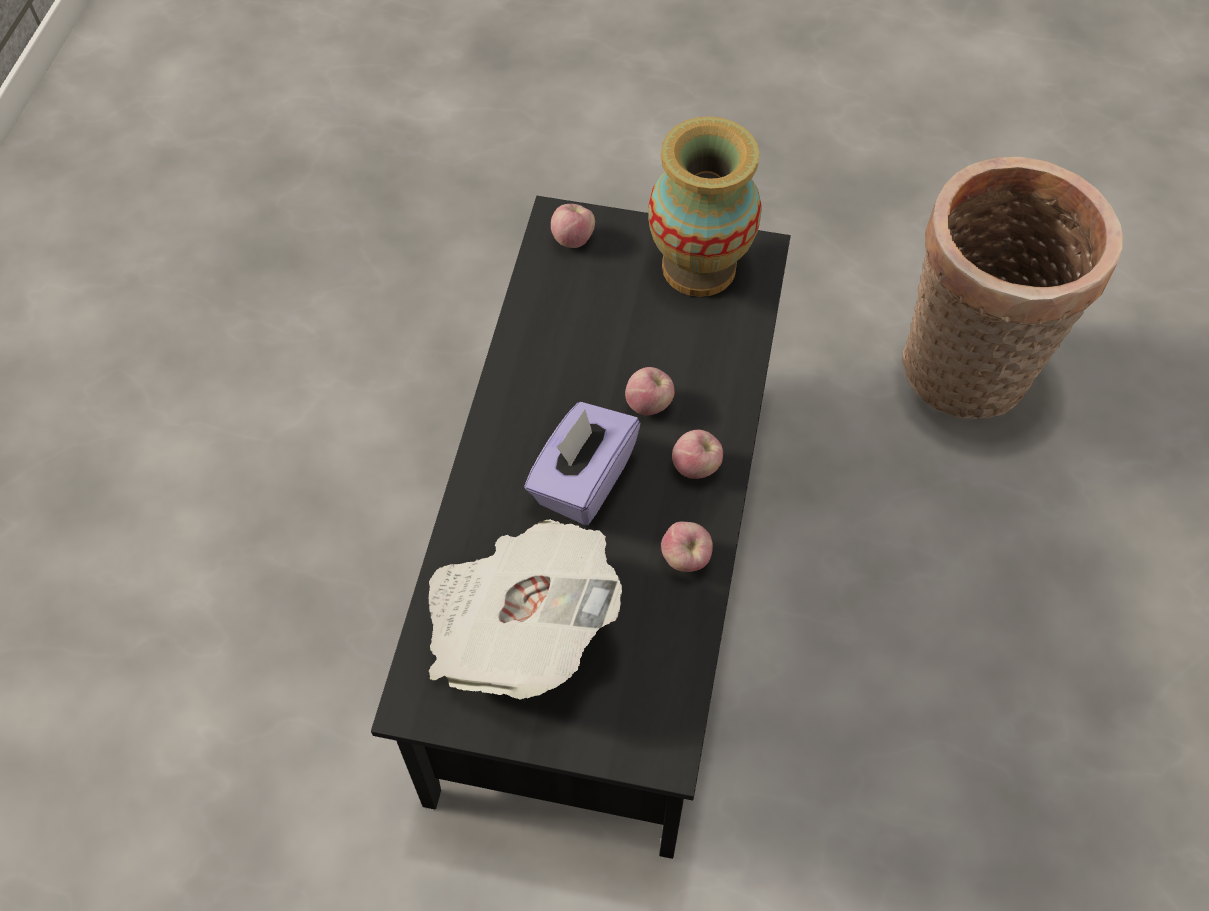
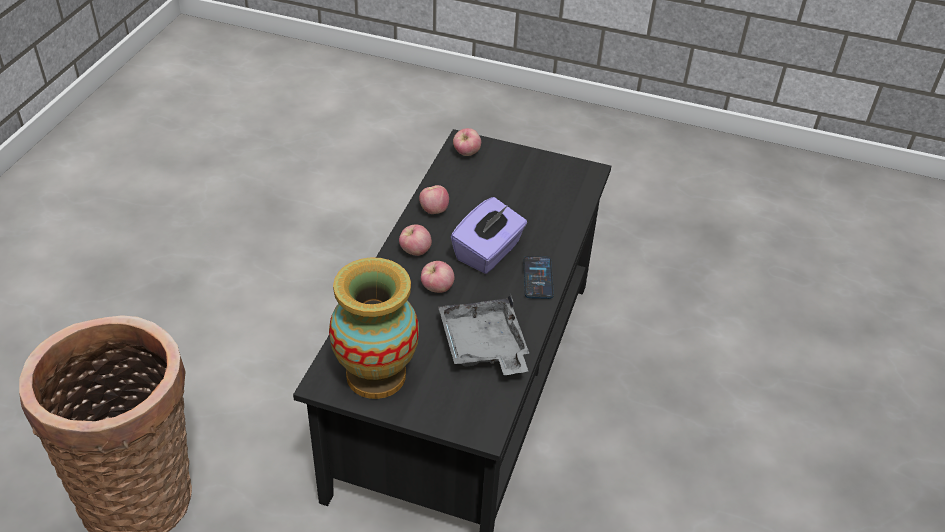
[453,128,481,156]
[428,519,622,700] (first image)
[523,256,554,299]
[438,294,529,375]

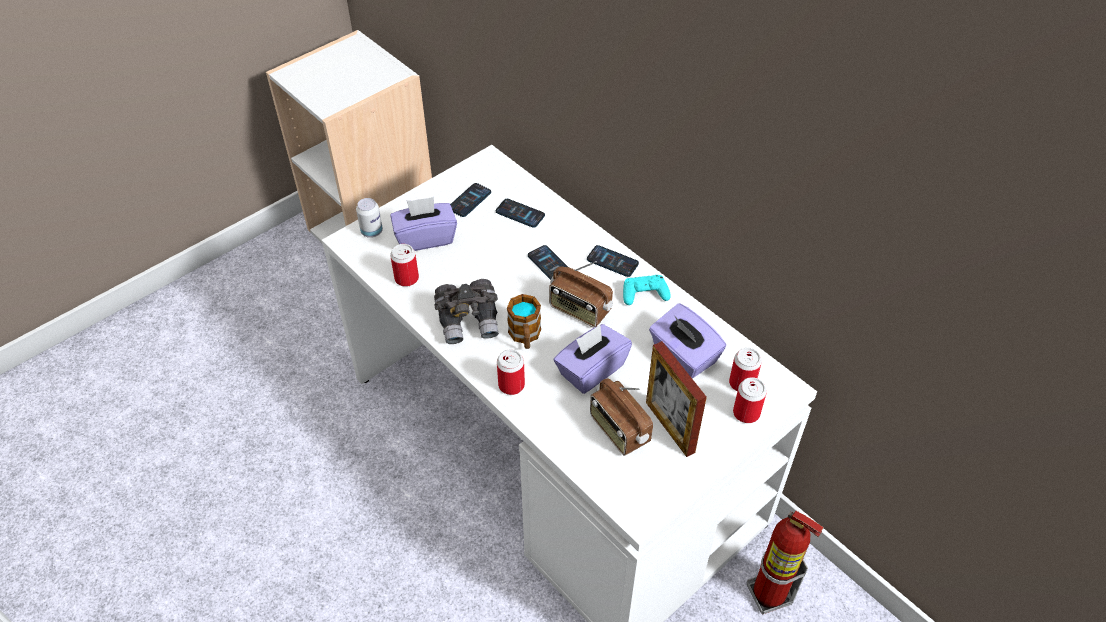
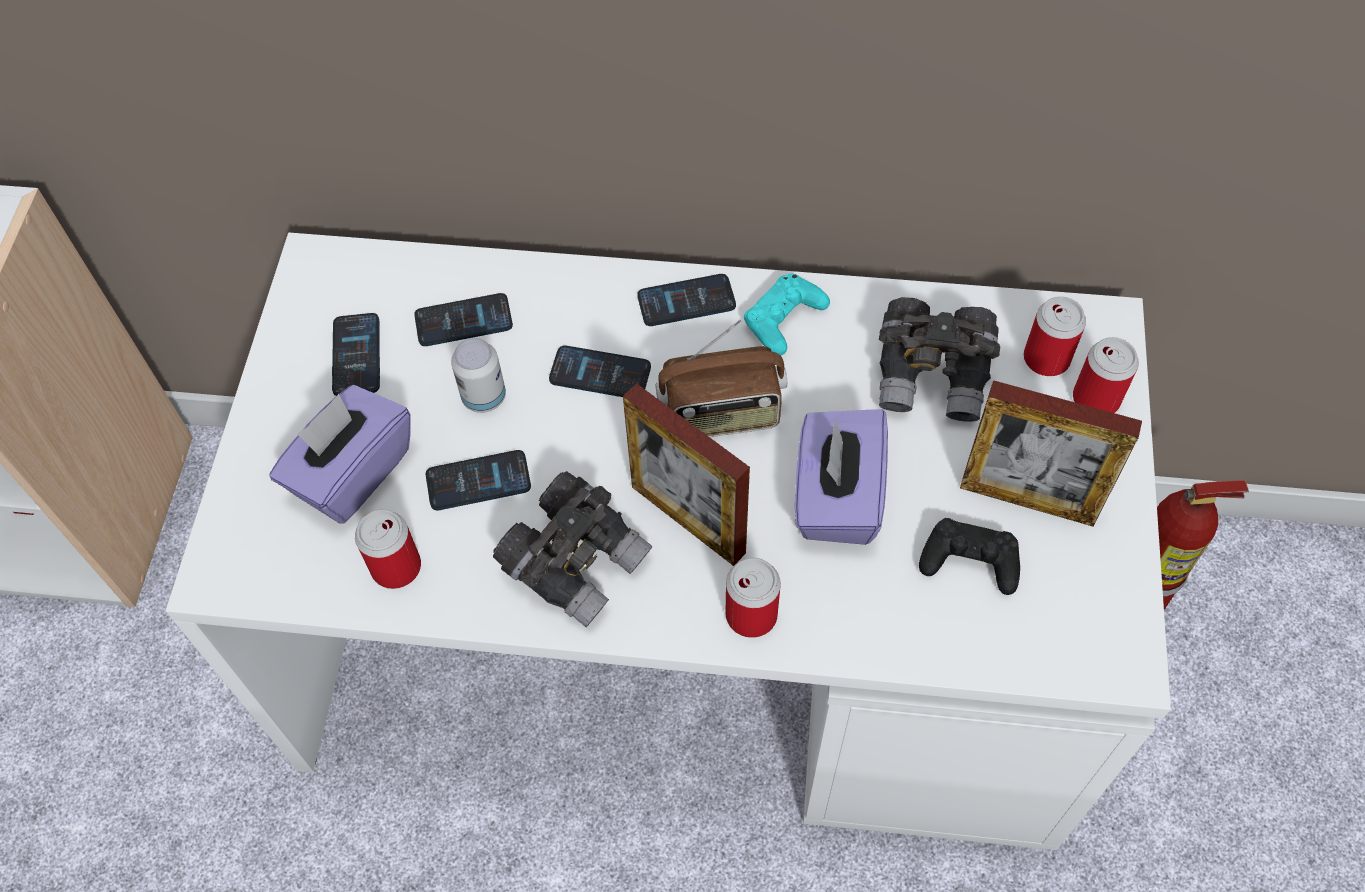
[451,338,506,413]
[623,383,750,566]
[879,297,1000,422]
[919,518,1020,595]
[426,450,531,510]

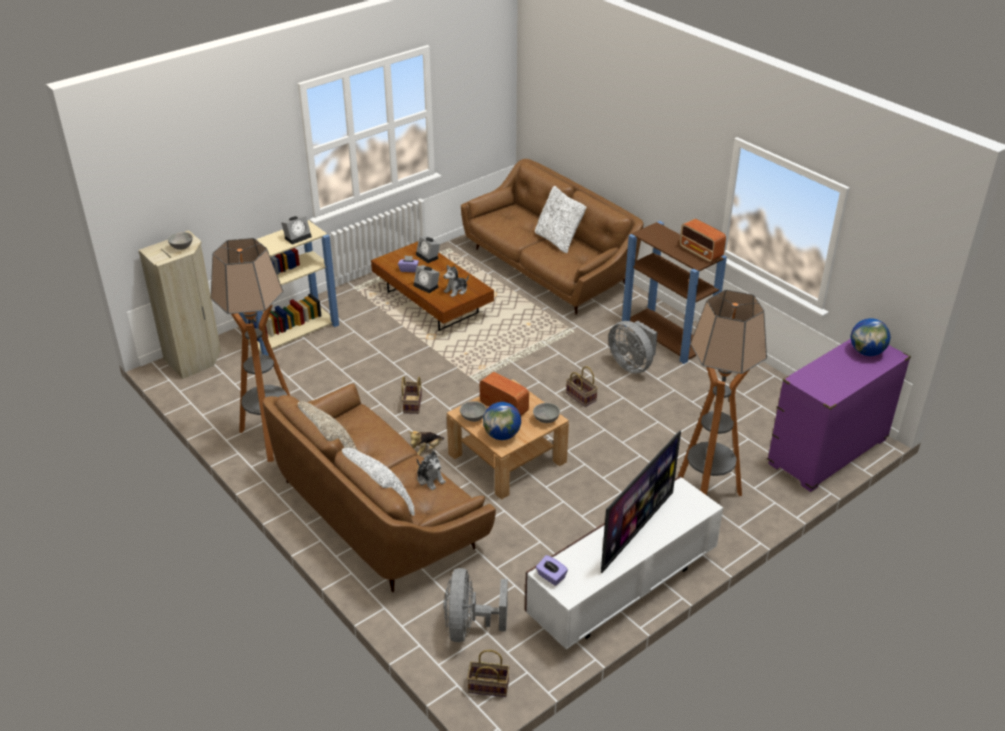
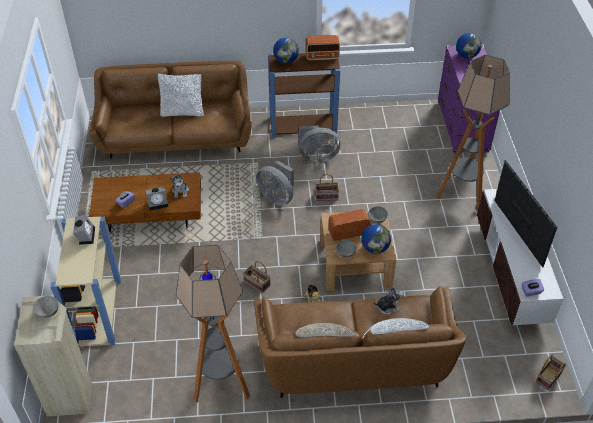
[416,236,440,263] (first image)
[256,160,294,205]
[273,38,299,64]

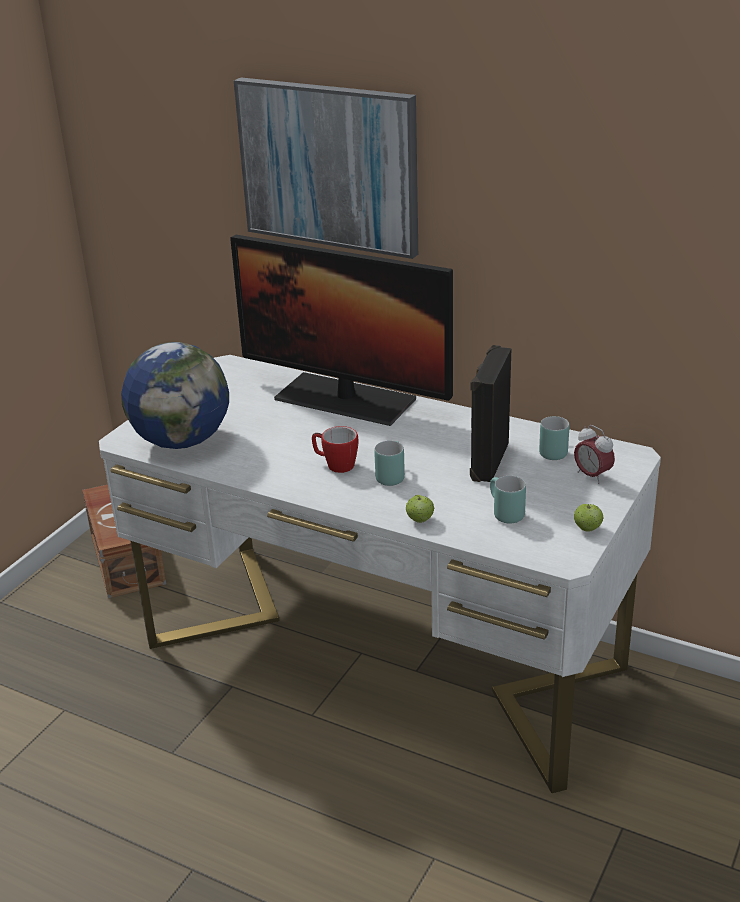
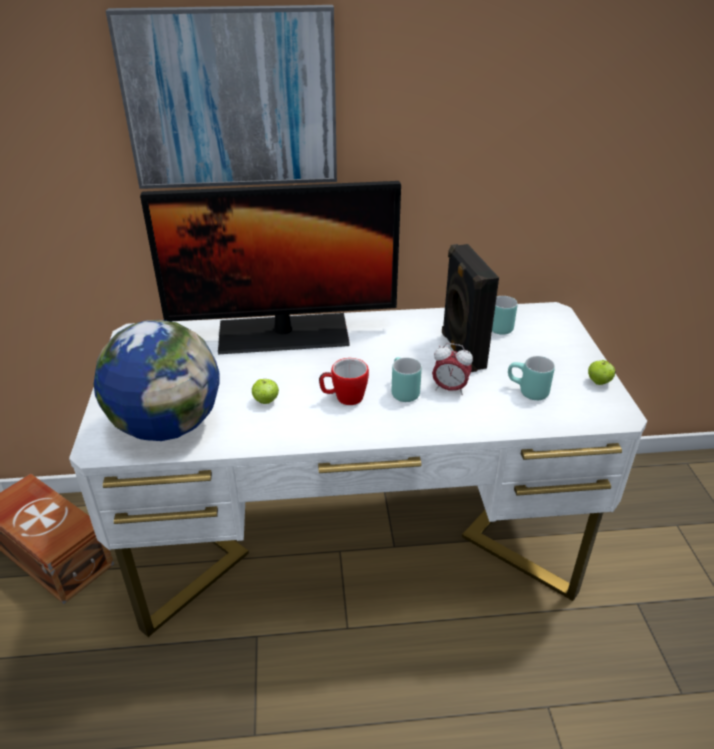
[432,343,473,395]
[252,379,279,404]

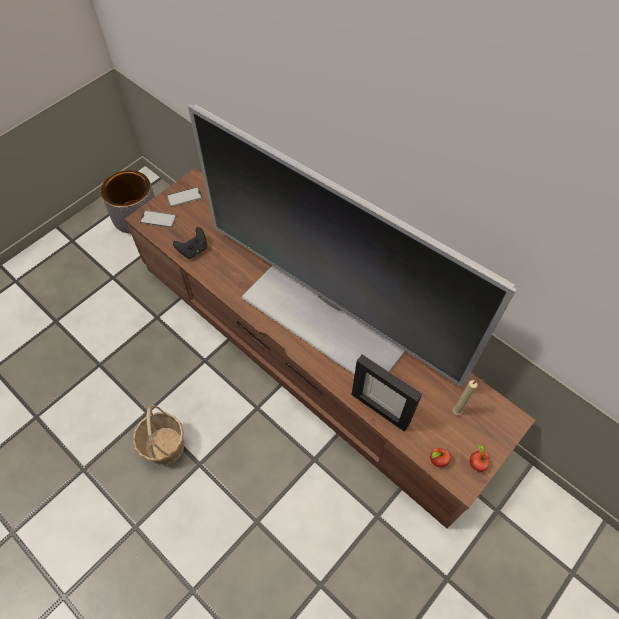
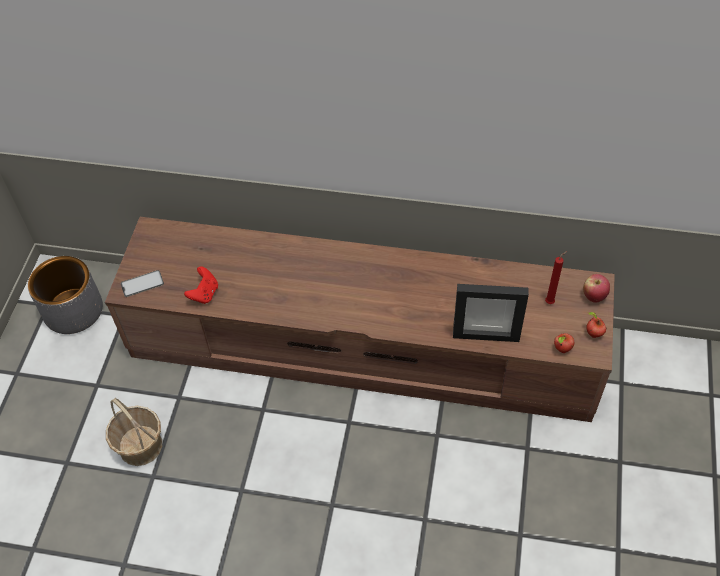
[188,105,517,387] (first image)
[167,187,202,207] (first image)
[184,266,218,304]
[545,251,567,304]
[106,398,162,466]
[583,274,610,303]

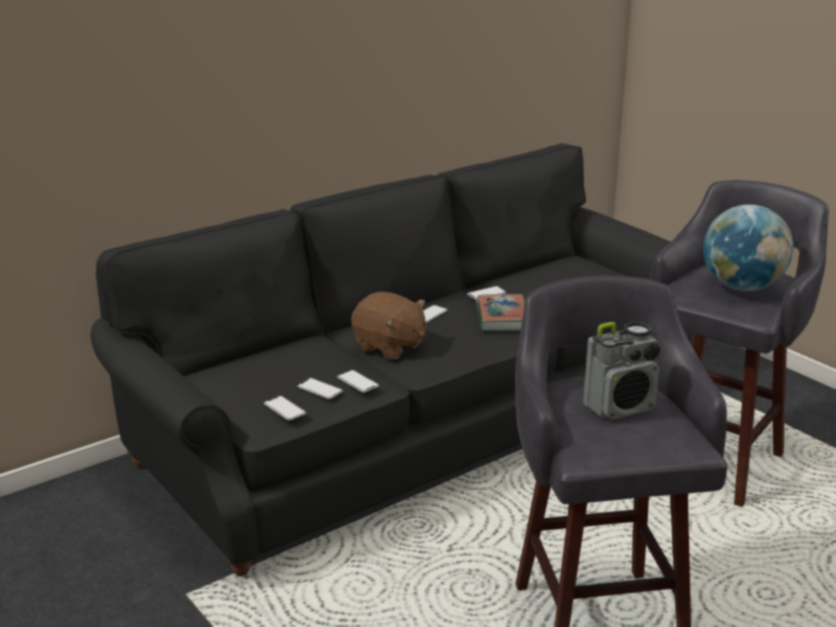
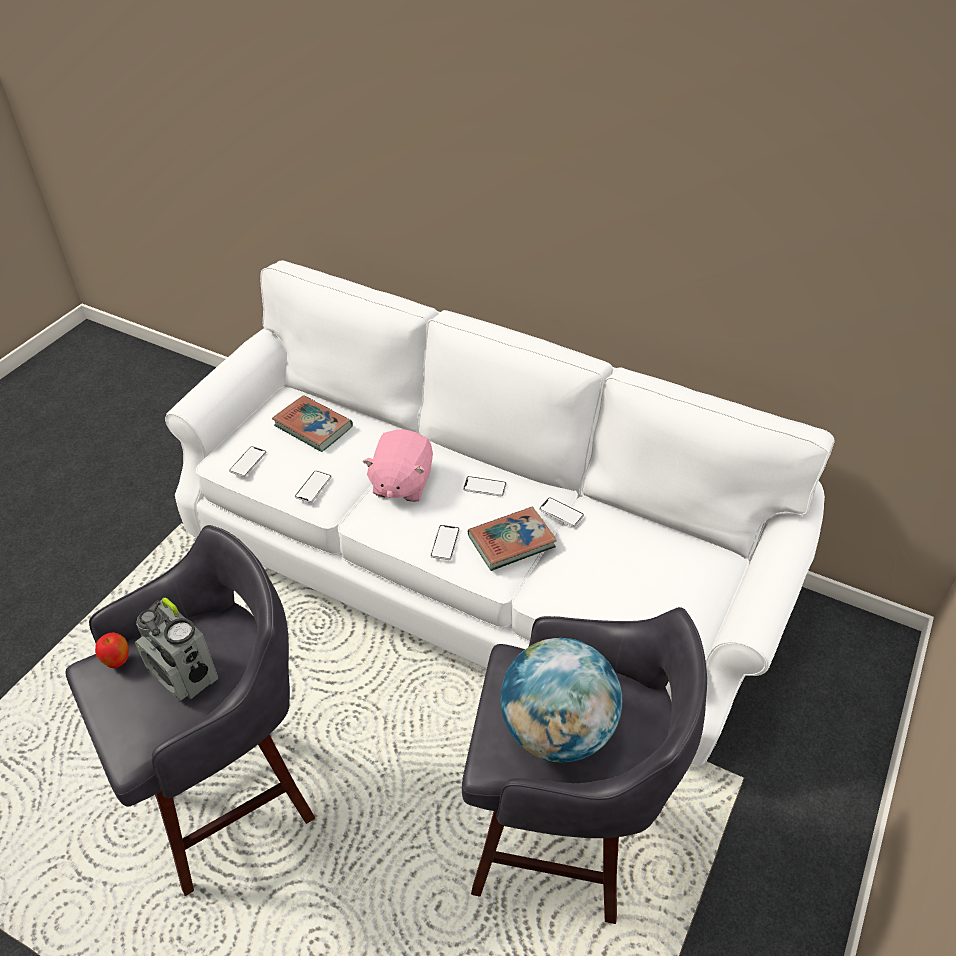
[165,260,835,766]
[362,429,433,502]
[430,525,460,560]
[272,395,353,452]
[95,632,129,668]

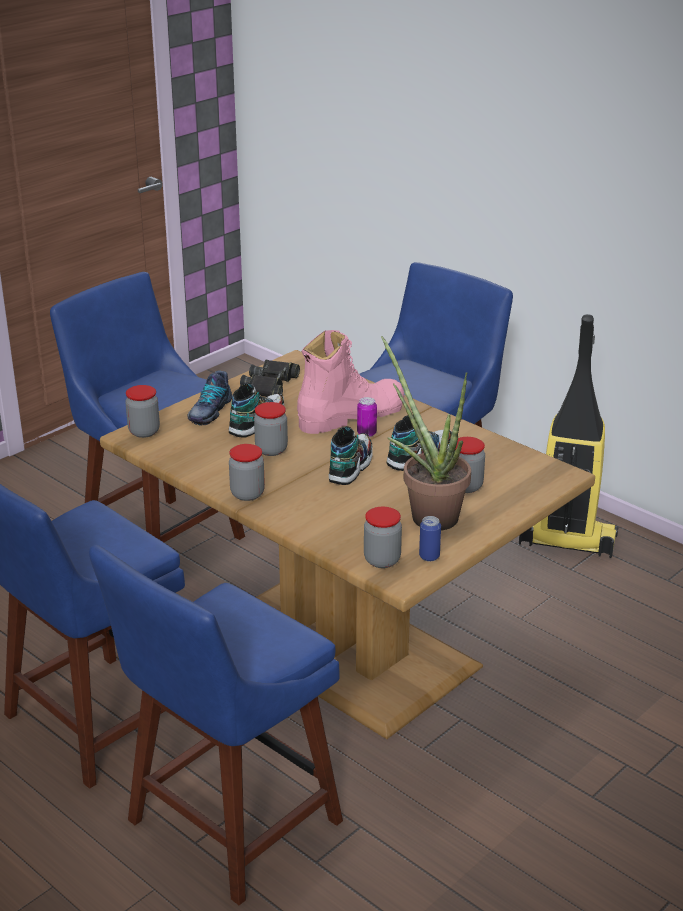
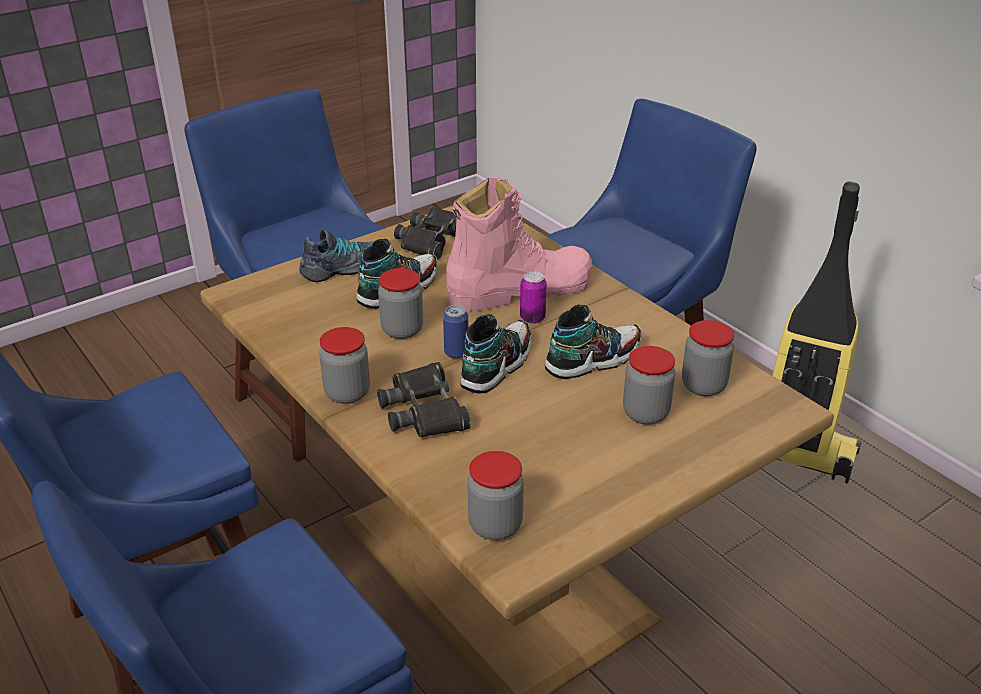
[381,336,471,531] (first image)
[299,229,376,282]
[682,320,734,396]
[443,305,468,359]
[377,362,471,437]

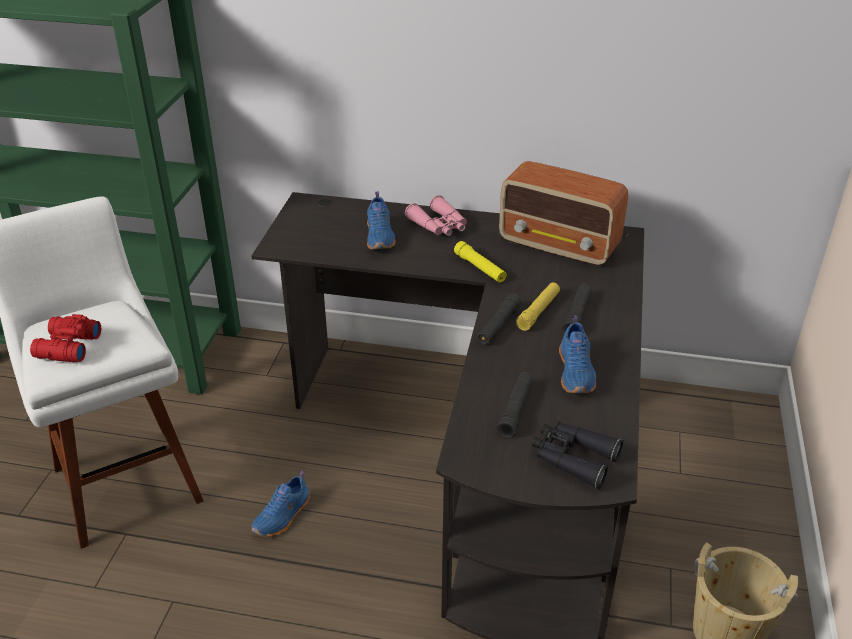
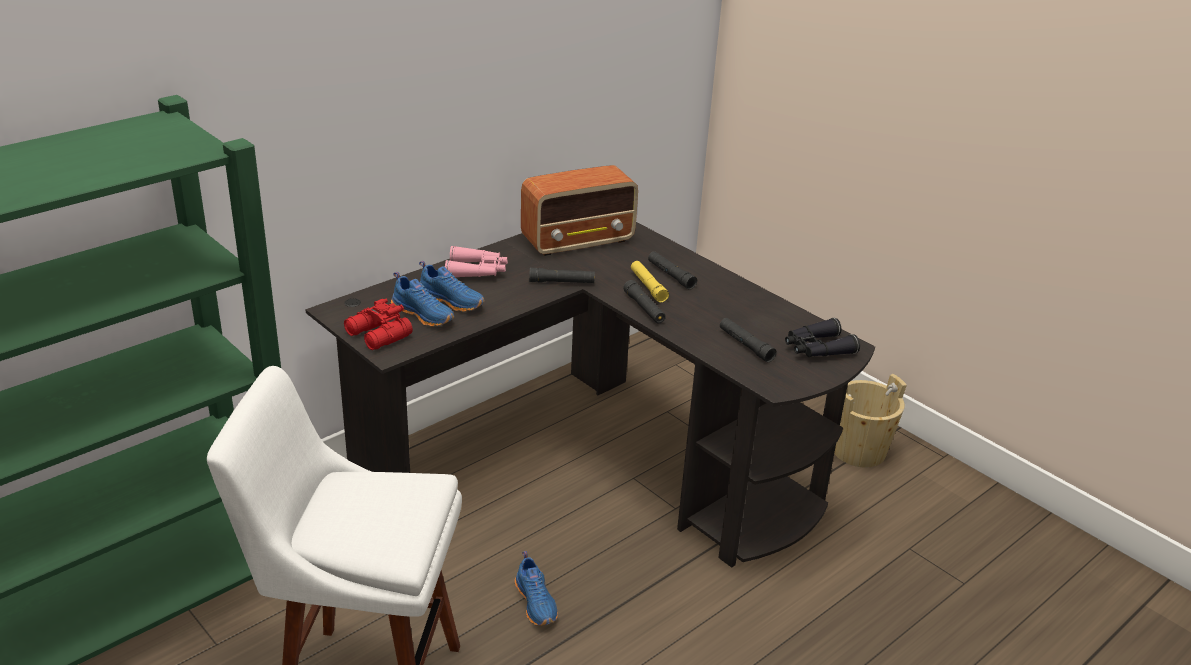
[529,268,595,283]
[344,299,413,350]
[391,272,454,327]

